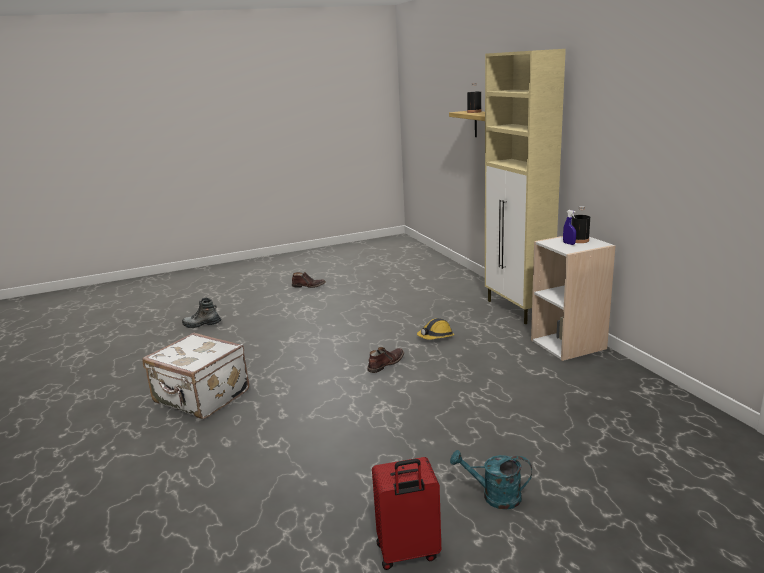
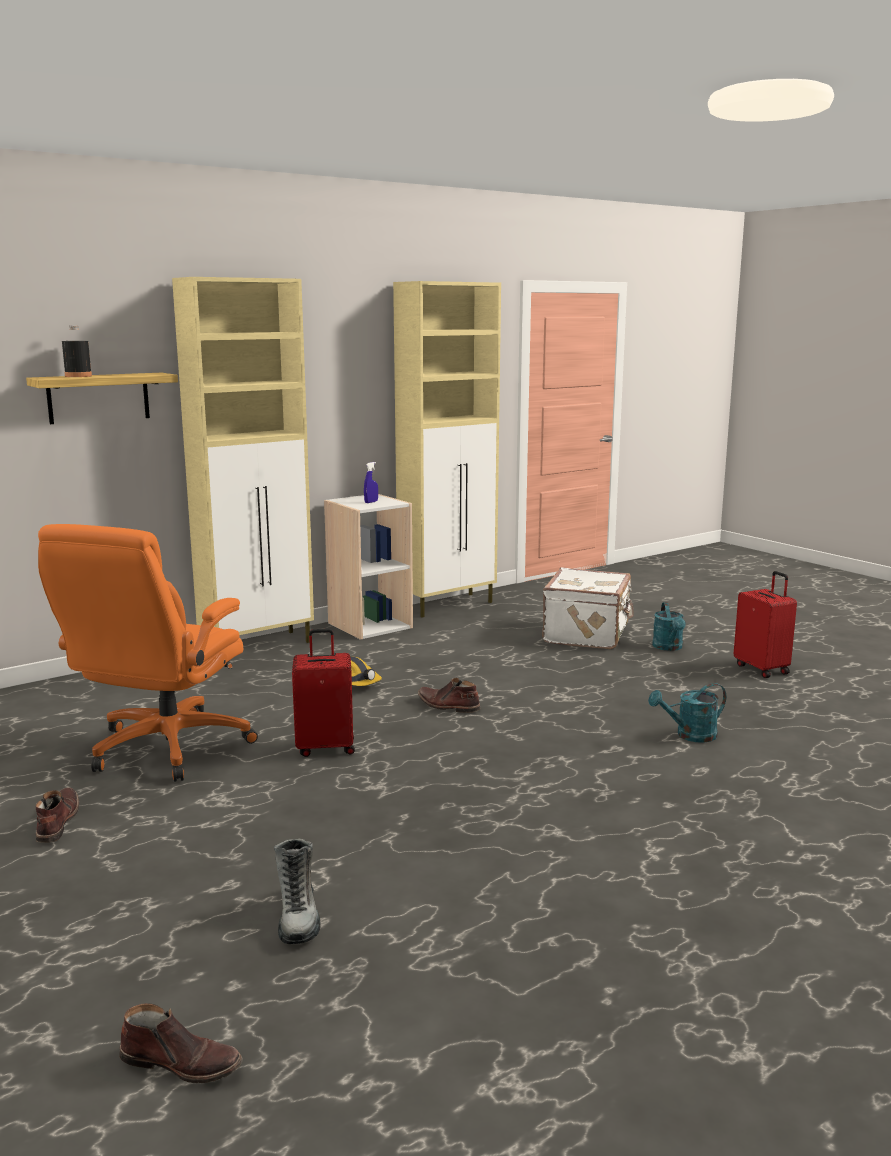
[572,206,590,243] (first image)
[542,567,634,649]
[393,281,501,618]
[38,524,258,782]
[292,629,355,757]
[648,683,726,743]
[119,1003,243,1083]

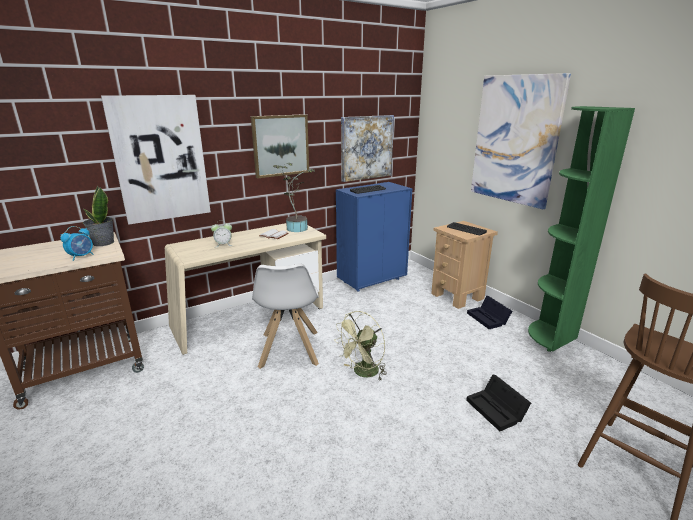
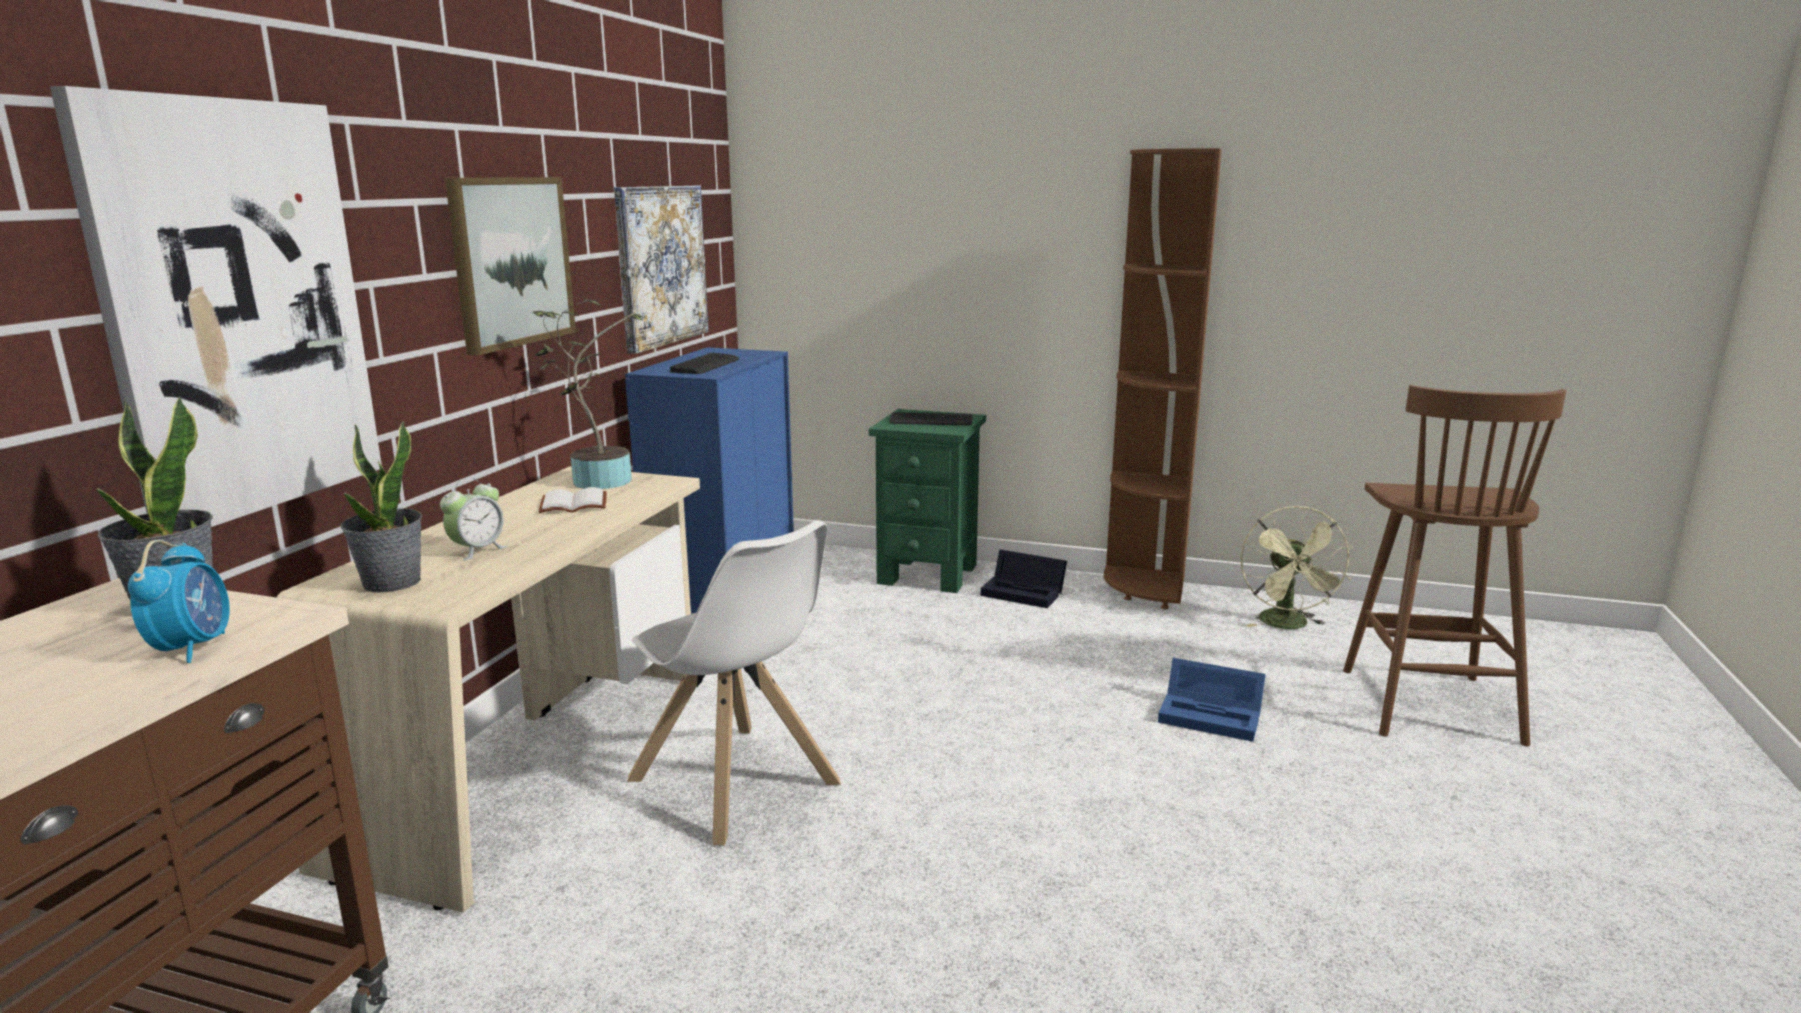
[471,73,571,209] (first image)
[1104,148,1222,609]
[869,409,986,593]
[1240,506,1354,629]
[1158,658,1266,742]
[341,421,422,593]

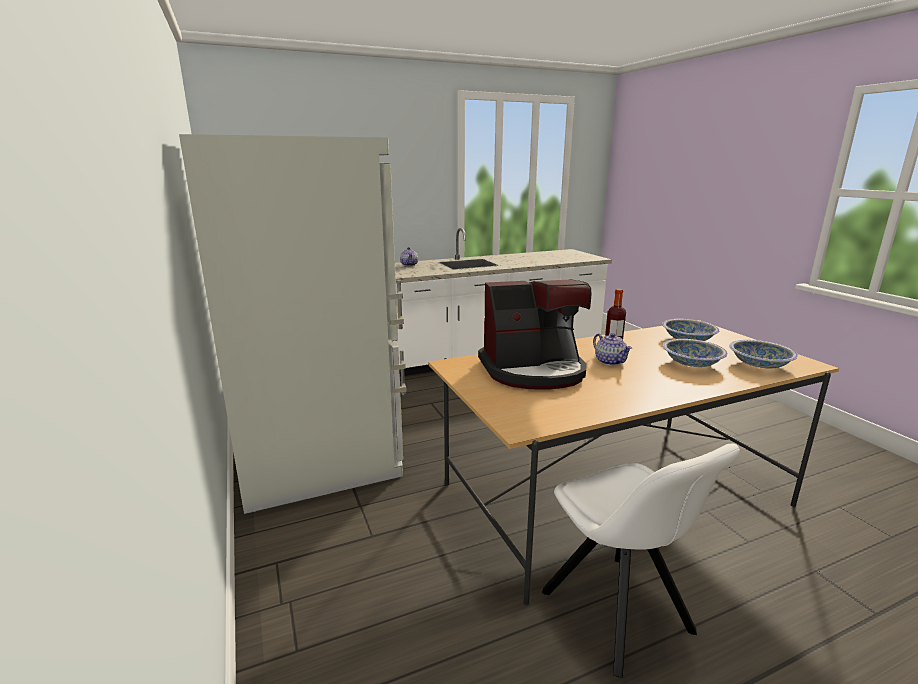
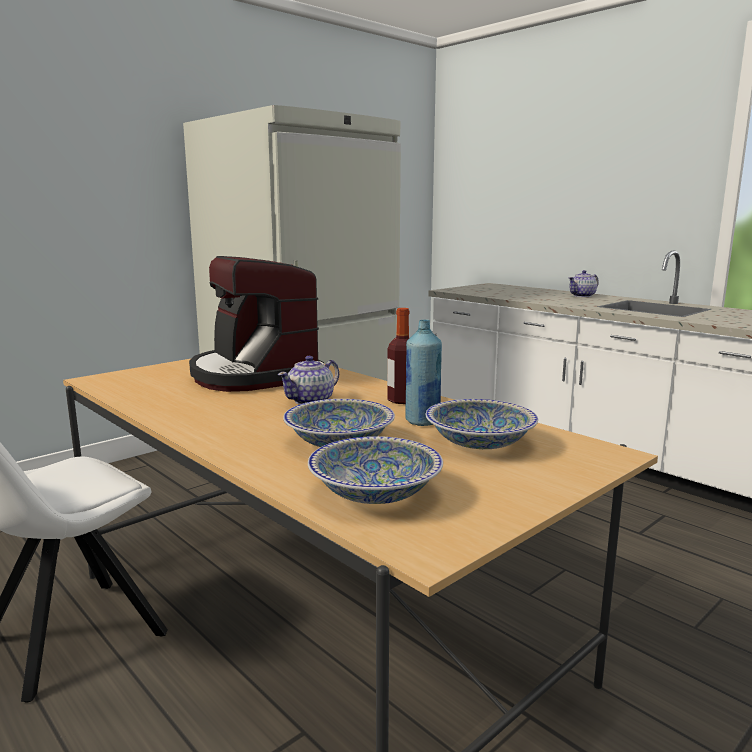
[405,320,442,426]

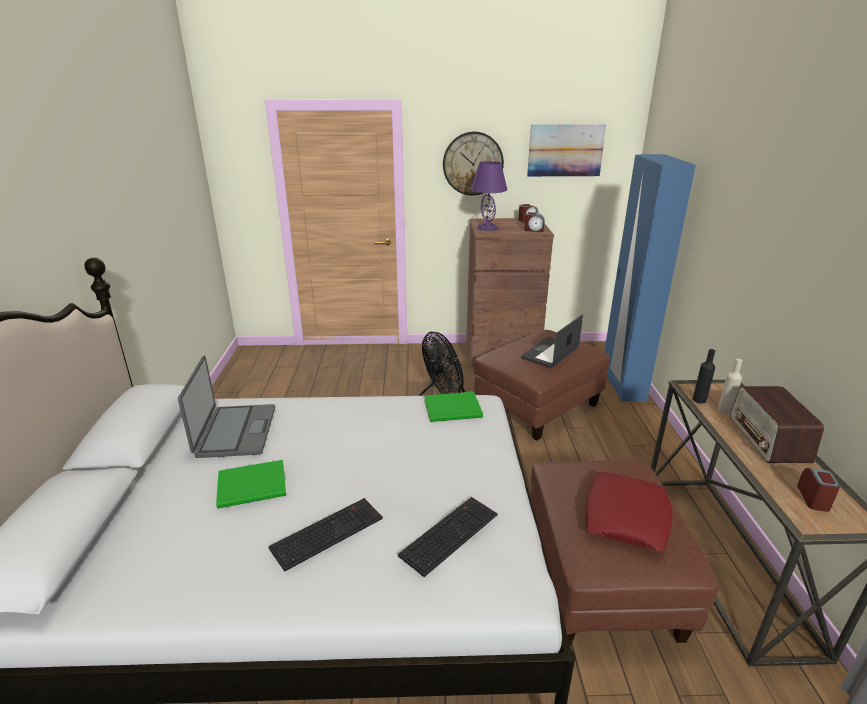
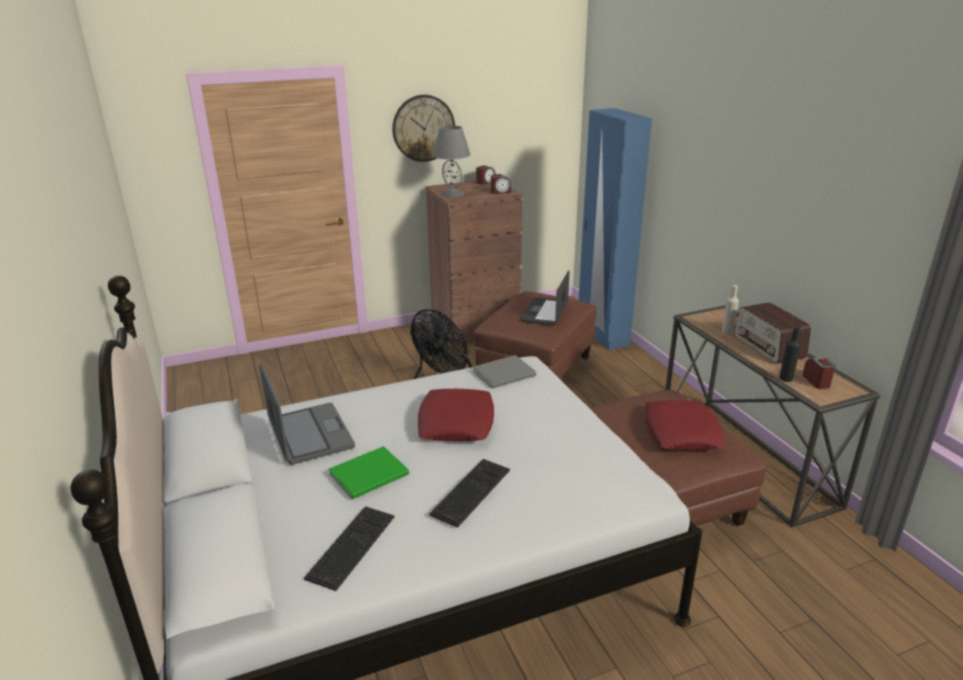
[527,124,606,177] (first image)
[432,125,471,198]
[779,327,801,382]
[473,355,536,388]
[304,506,394,591]
[418,389,494,441]

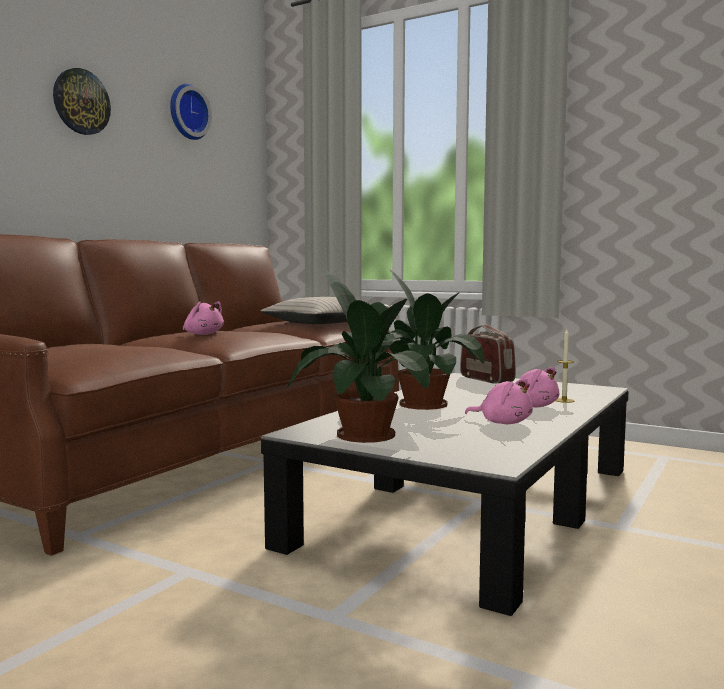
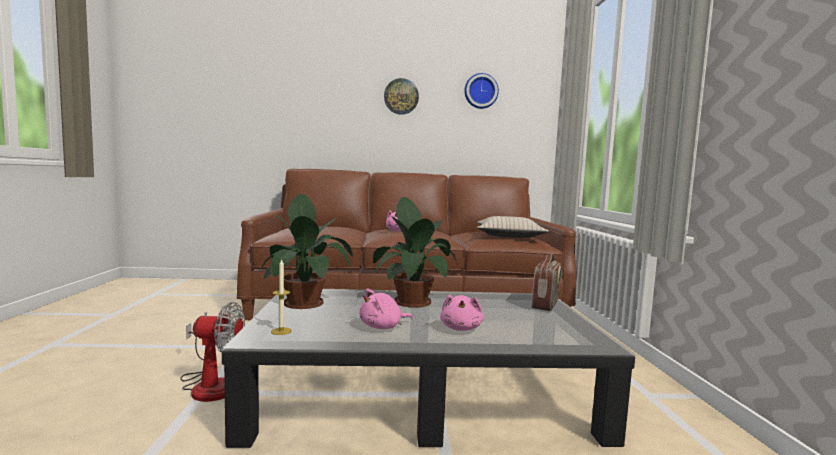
[271,259,292,335]
[359,288,413,329]
[180,302,245,402]

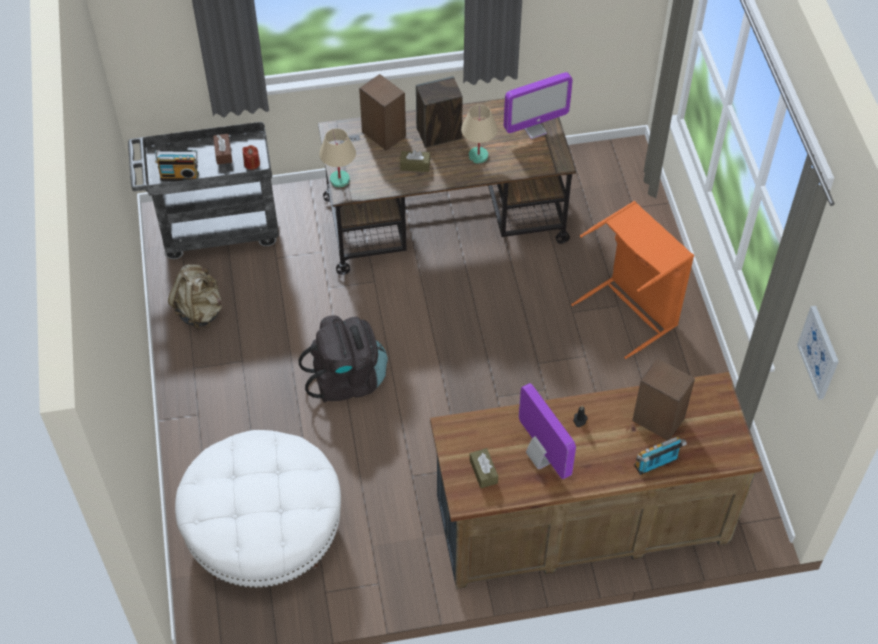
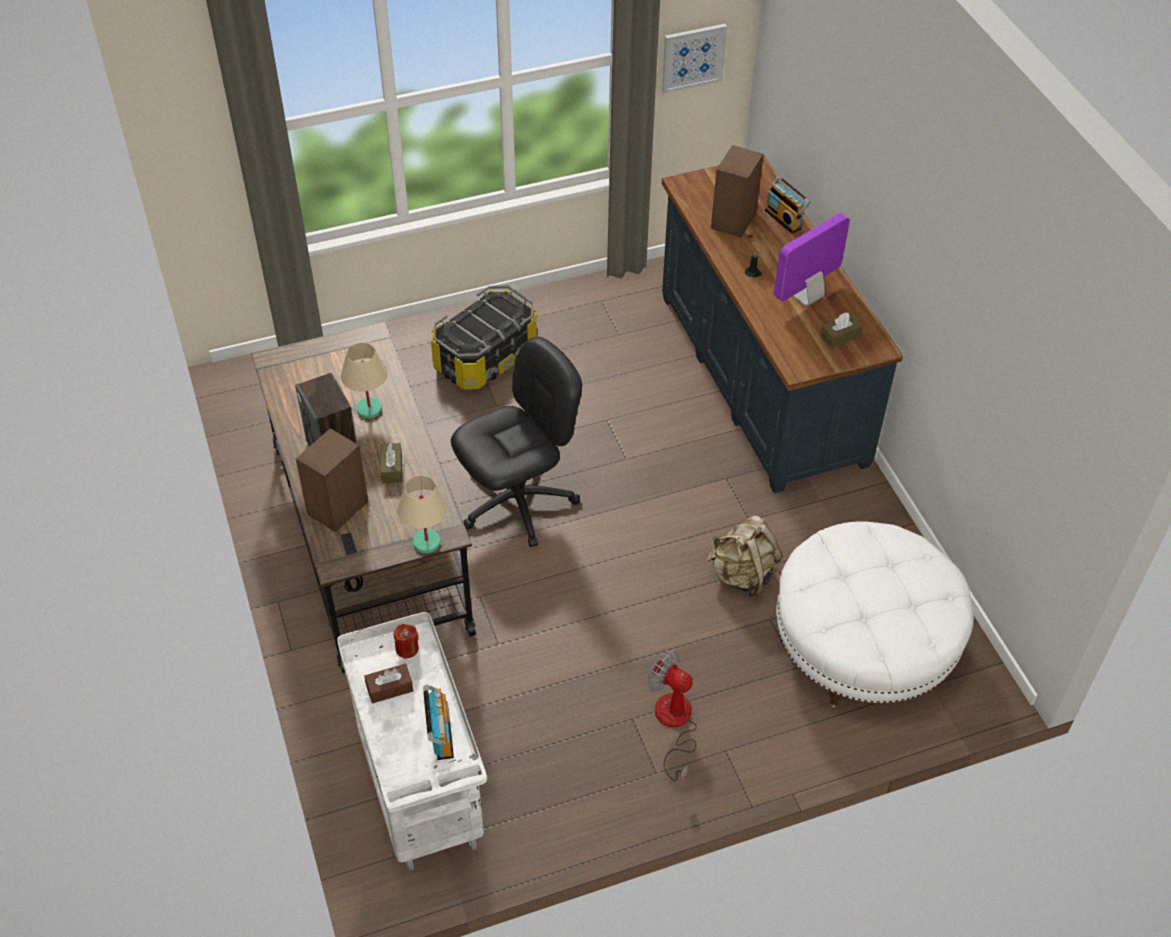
[504,72,573,139] (first image)
[337,612,487,871]
[431,286,537,390]
[707,515,783,597]
[299,315,388,403] (first image)
[451,337,582,547]
[648,650,697,781]

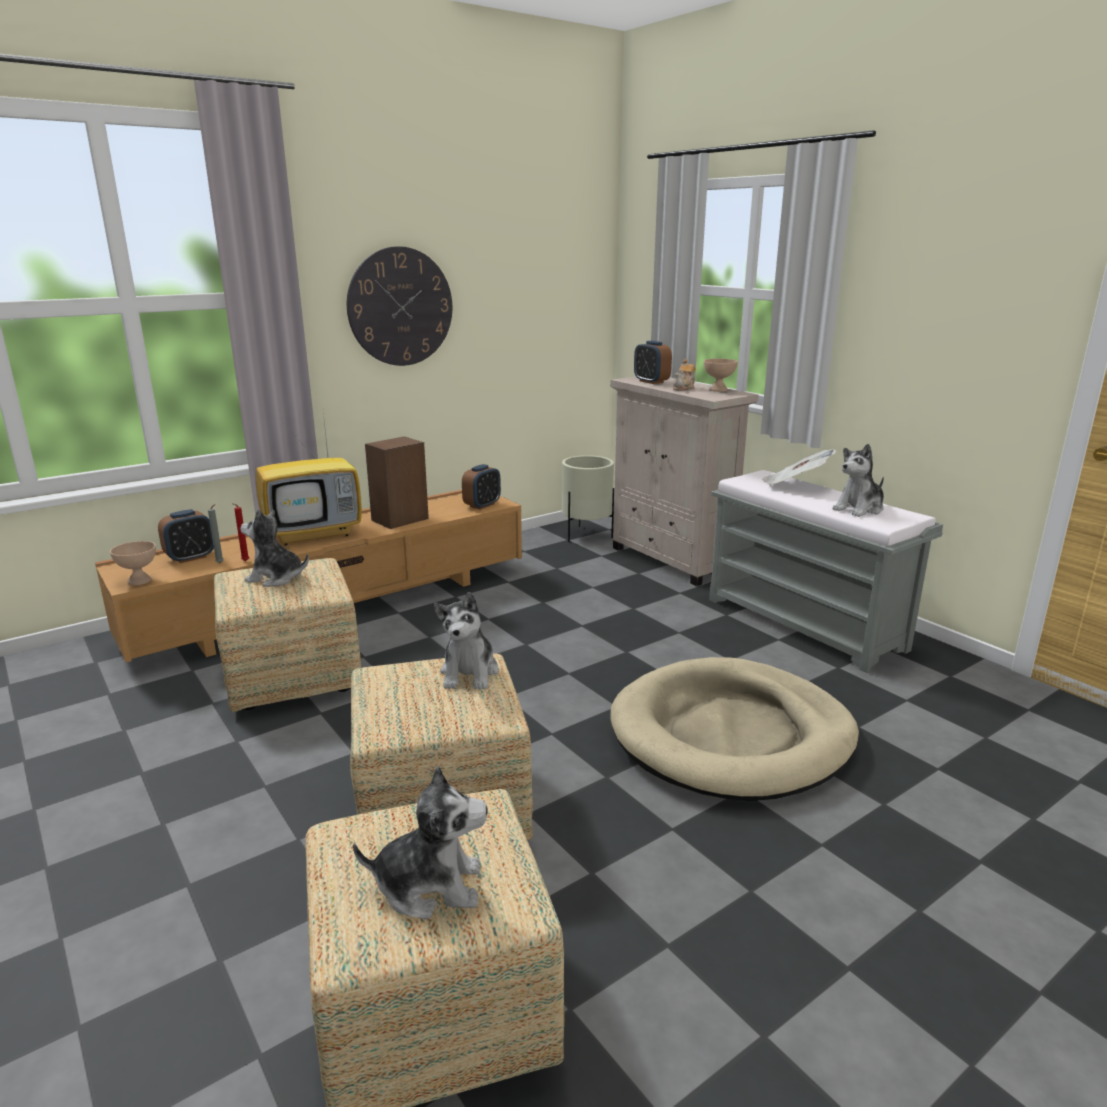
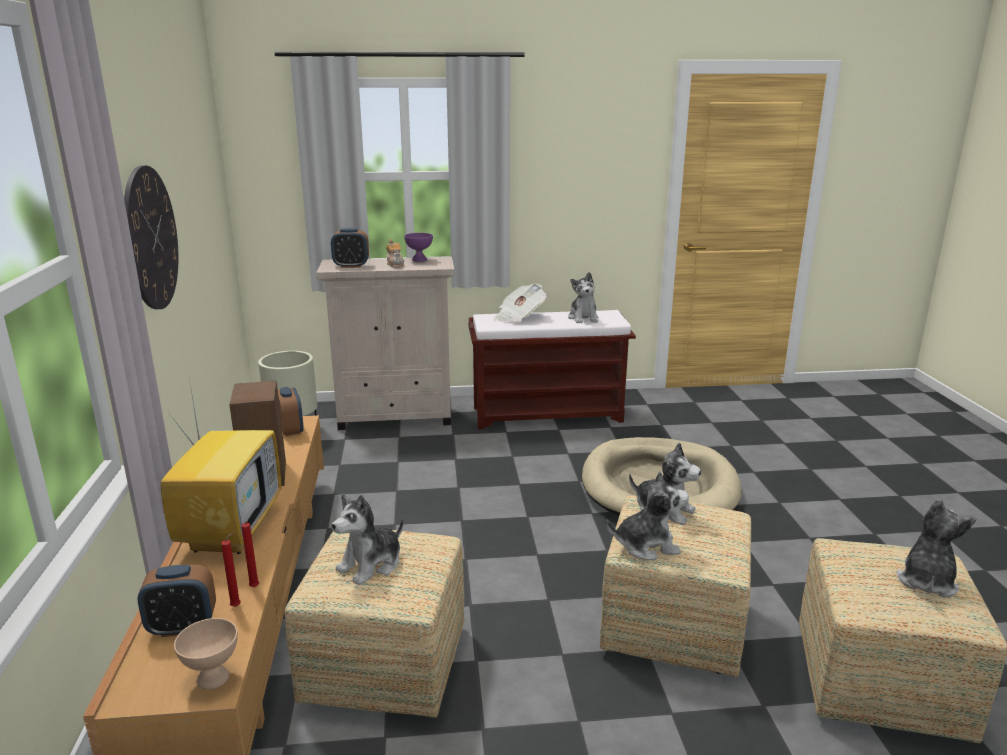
[404,233,433,262]
[468,310,636,429]
[221,532,241,607]
[137,565,216,637]
[607,471,689,560]

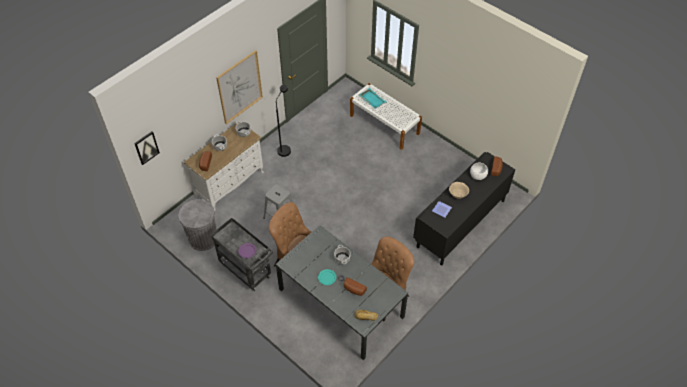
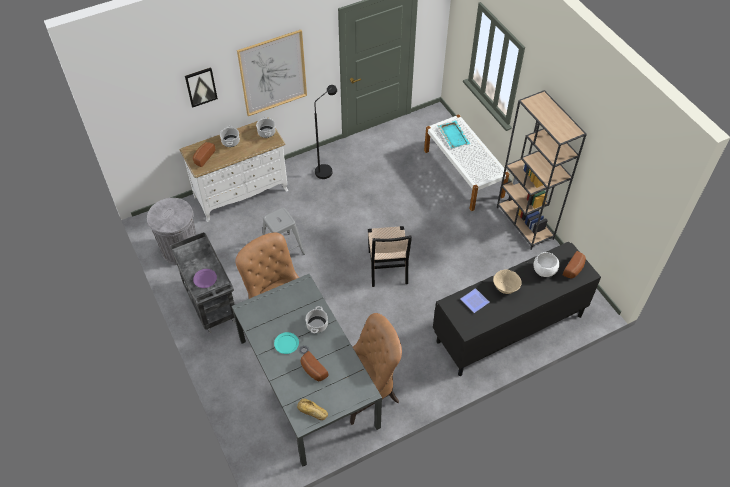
[185,67,218,108]
[497,90,587,250]
[368,226,412,287]

